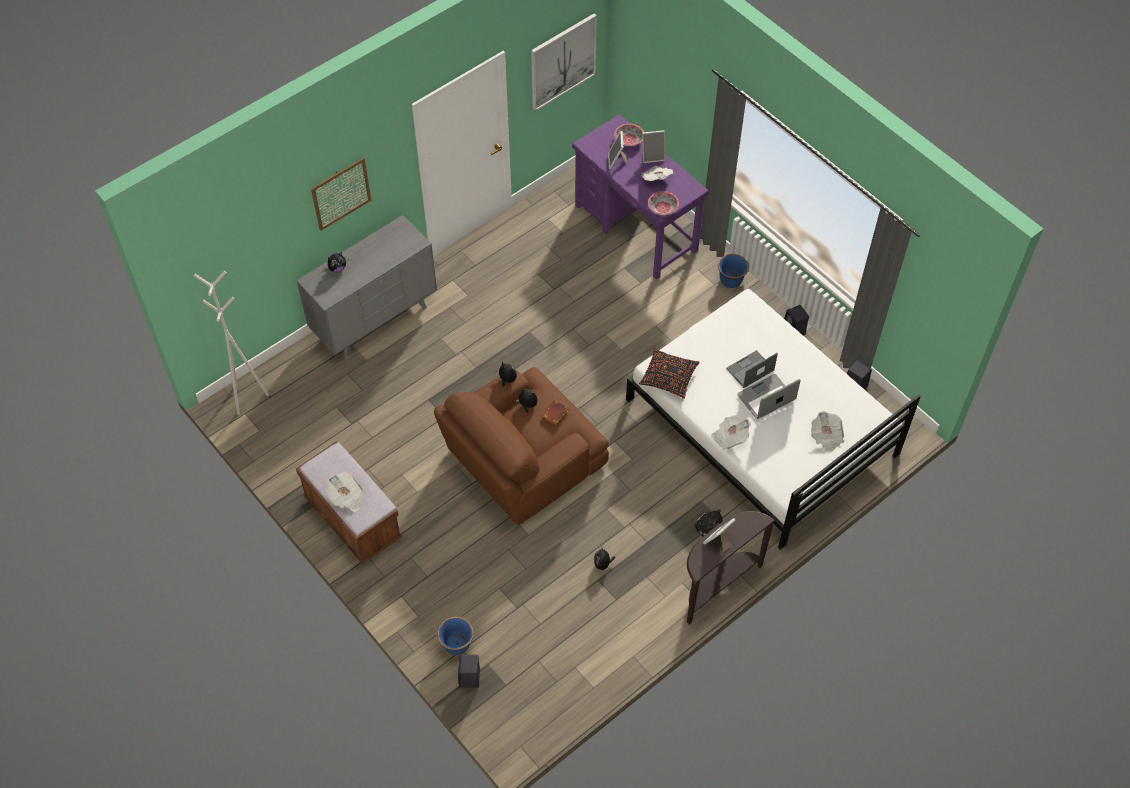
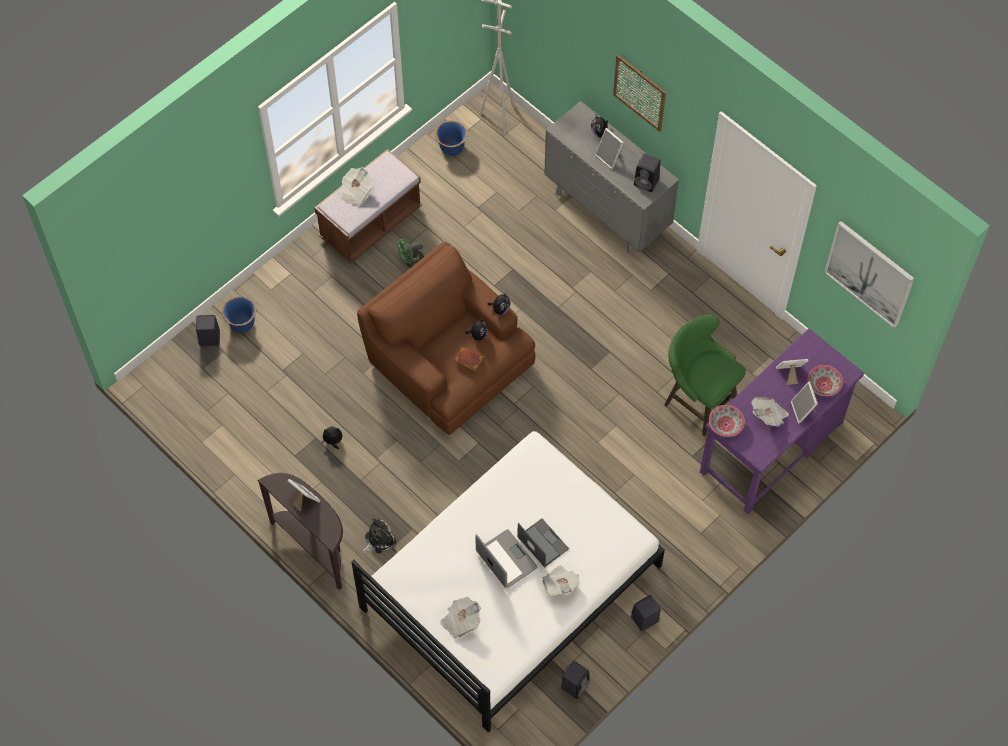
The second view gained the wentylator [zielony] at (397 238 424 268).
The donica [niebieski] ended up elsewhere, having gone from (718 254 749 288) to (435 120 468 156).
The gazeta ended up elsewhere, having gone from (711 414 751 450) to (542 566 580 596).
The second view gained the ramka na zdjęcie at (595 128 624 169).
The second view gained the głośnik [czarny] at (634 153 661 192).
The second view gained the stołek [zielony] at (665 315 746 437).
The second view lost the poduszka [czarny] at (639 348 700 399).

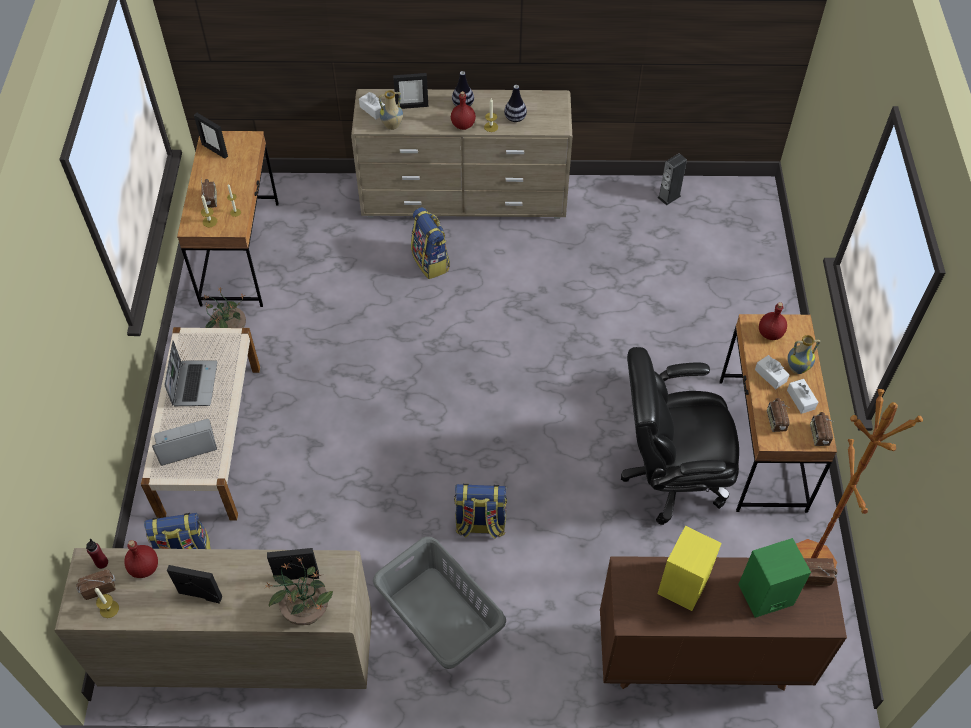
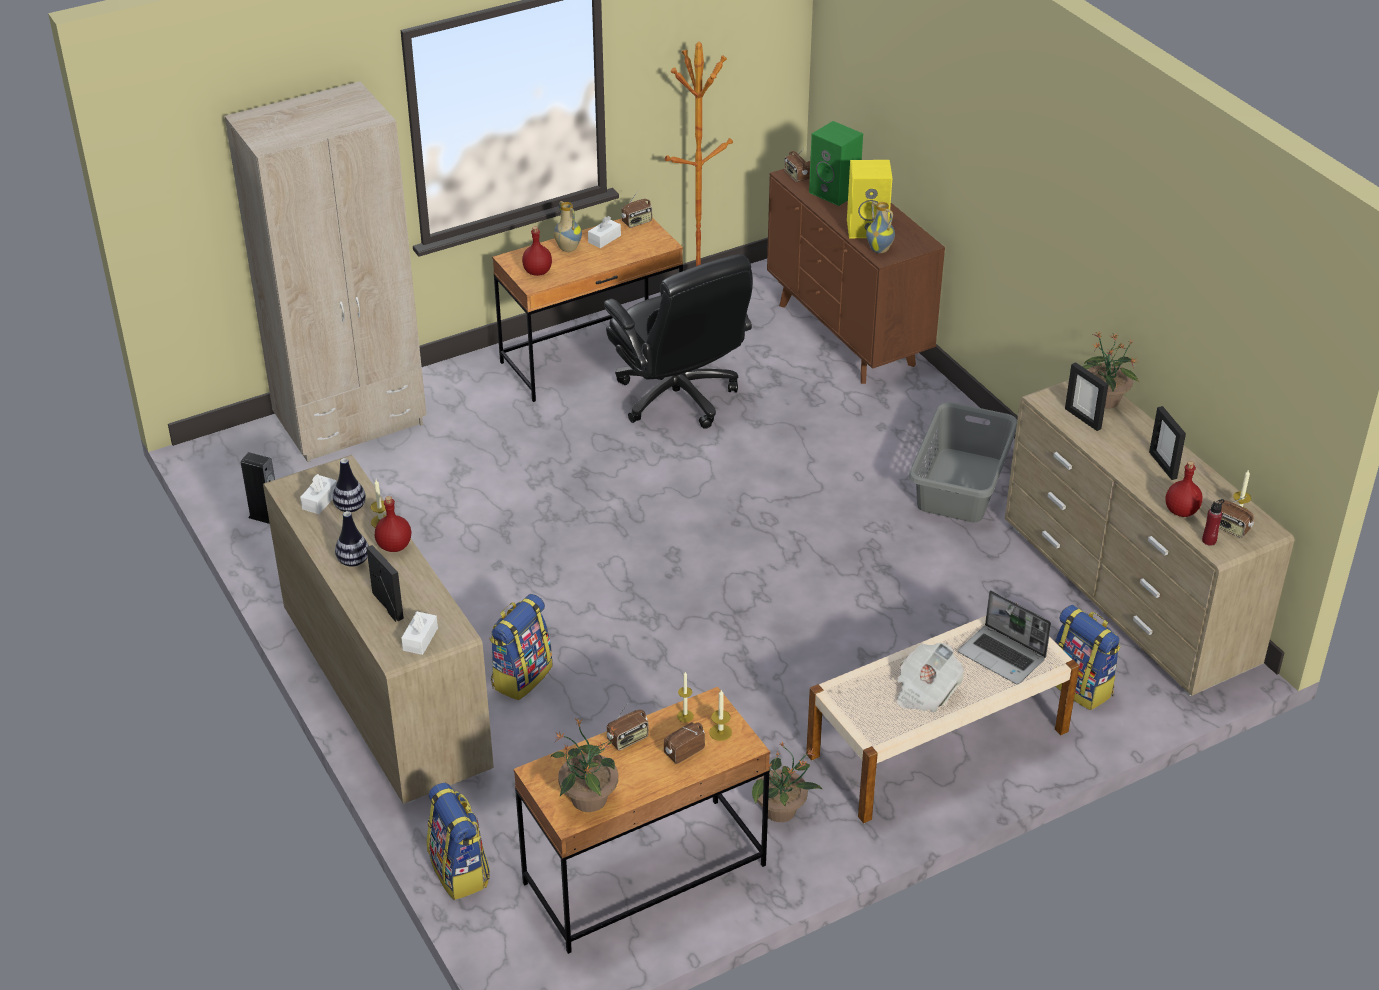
The second view gained the szafa [beżowy] at (225 81 427 462).
The pudełko chusteczek [biały] ended up elsewhere, having gone from (755 355 790 389) to (300 474 337 514).
The plecak ended up elsewhere, having gone from (454 484 507 539) to (427 783 490 900).
Where the ramka na zdjęcie stood at (194 113 228 159), the roślina doniczkowa came to stand at (551 718 618 812).
The radio ended up elsewhere, having gone from (767 398 790 432) to (607 701 649 751).
The wazon ended up elsewhere, having gone from (379 90 403 130) to (866 201 895 253).
Where the laptop stood at (164 341 217 406), the gazeta came to stand at (896 643 964 713).

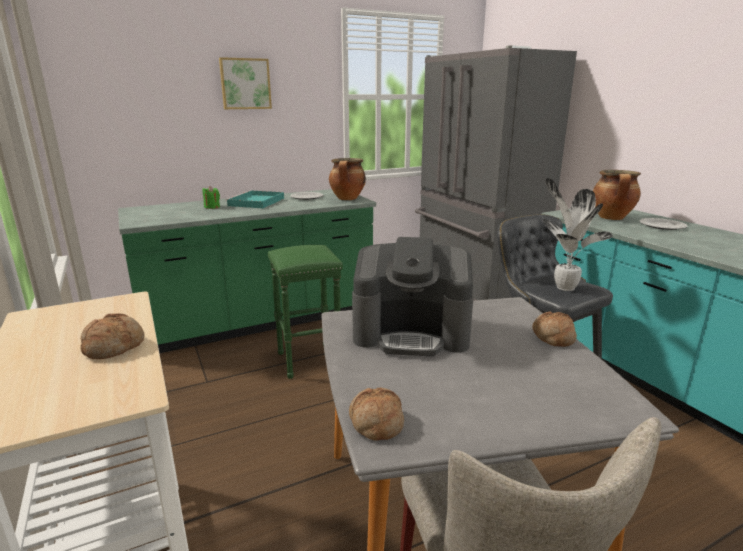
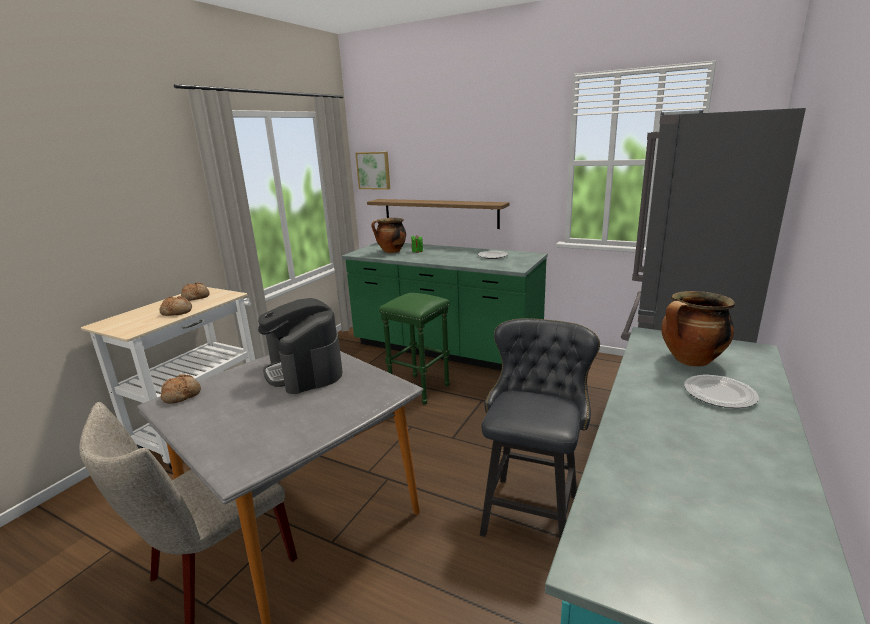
The chleb ended up elsewhere, having gone from (533 312 577 347) to (181 282 210 301).
The obraz ended up elsewhere, having gone from (219 57 272 109) to (355 152 390 190).
The second view gained the półka at (367 199 509 229).
The garnek ended up elsewhere, having gone from (329 158 366 200) to (371 218 406 253).
The second view lost the taca [turkusowy] at (225 190 284 208).
The second view lost the roślina doniczkowa at (543 178 613 291).

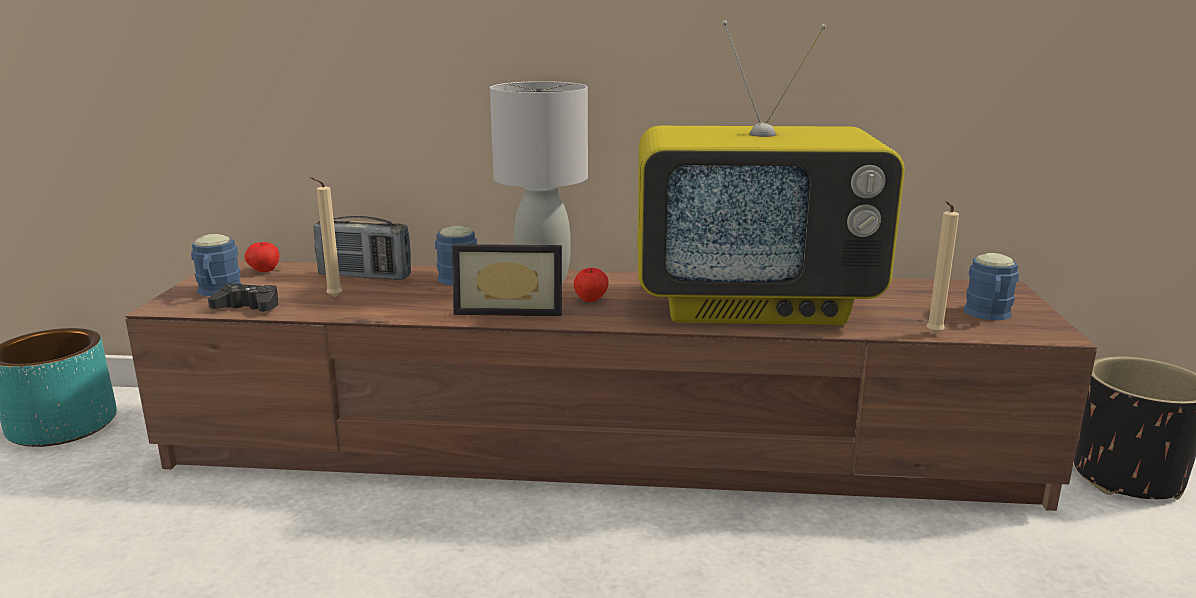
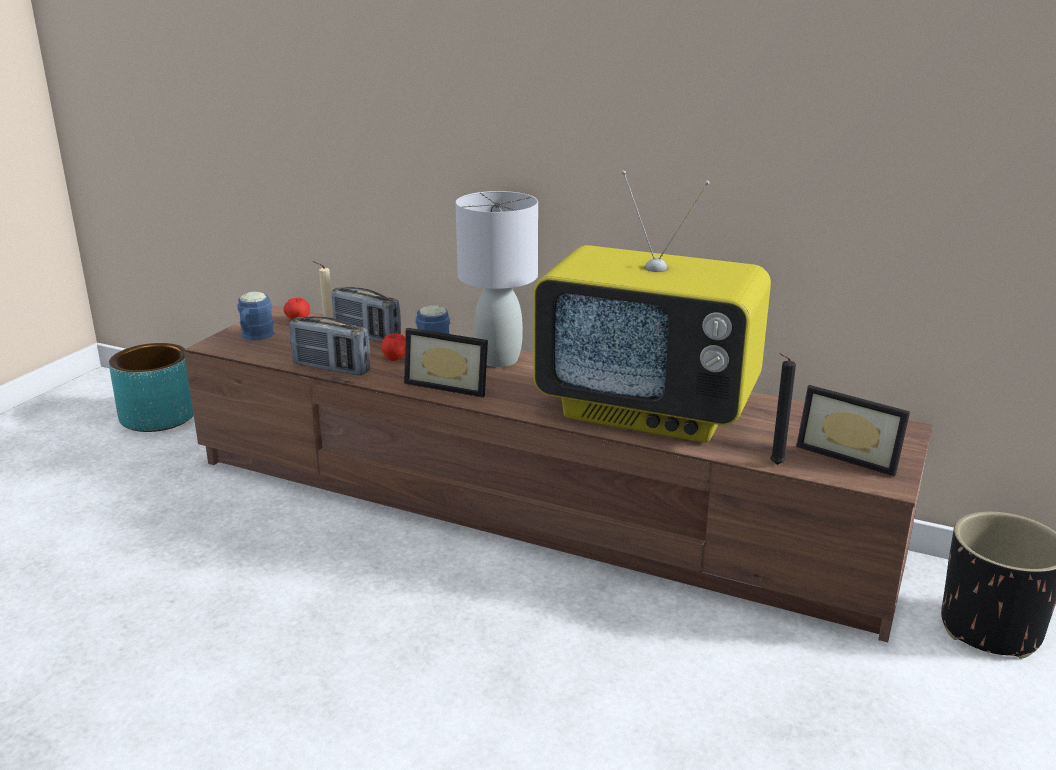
The second view gained the radio at (289 316 370 376).
The jabłko ended up elsewhere, having gone from (574 268 609 302) to (381 334 405 361).
What was the świeca [beżowy] at (926 201 959 334) turned into the świeca [czarny] at (770 353 796 465).
Where the kubek [niebieski] stood at (964 253 1019 320), the ramka na zdjęcie came to stand at (796 385 910 476).
The second view lost the pad do gier [czarny] at (208 283 278 312).

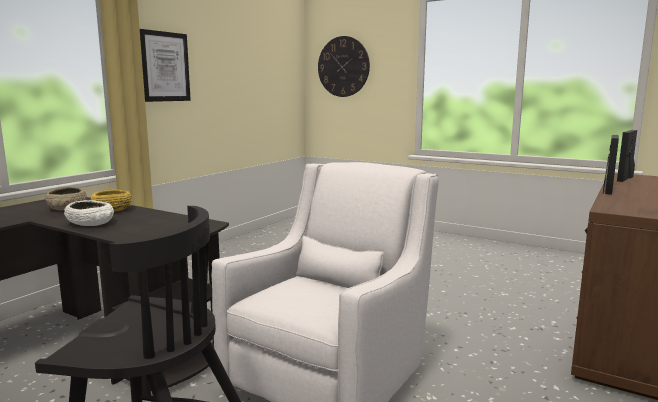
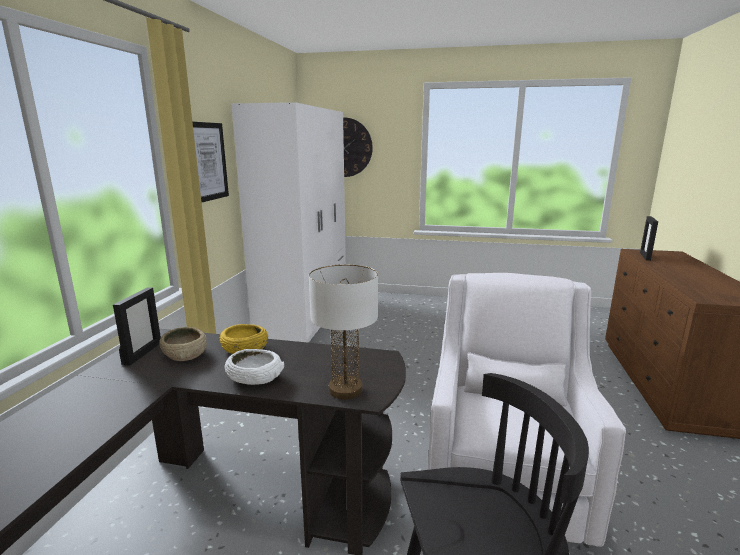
The ramka na zdjęcie ended up elsewhere, having gone from (603 135 619 195) to (113 287 161 366).
The second view gained the szafa [biały] at (231 102 346 343).
The second view gained the lampa stołowa at (309 264 378 399).

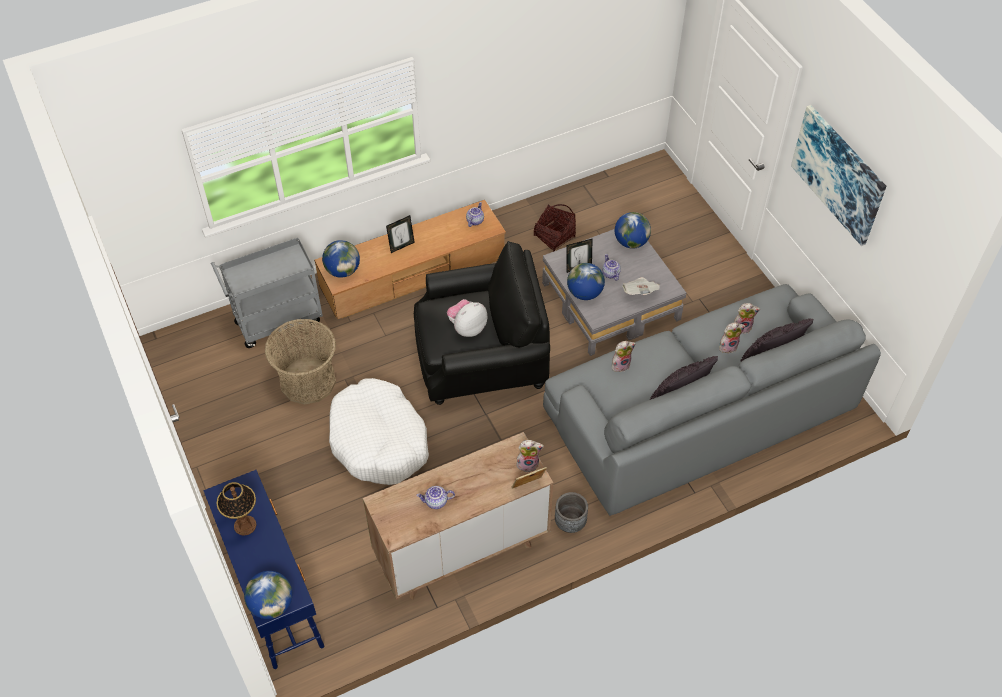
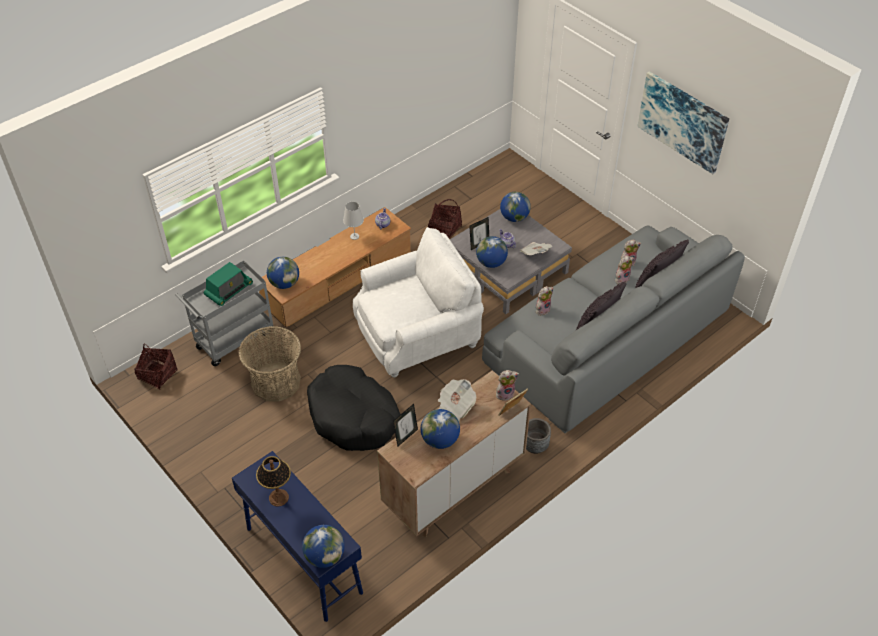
The second view gained the koszyk at (134 343 177 390).
The second view gained the radio at (204 262 253 306).
What was the legowisko [biały] at (329 378 429 485) turned into the legowisko [czarny] at (307 365 401 451).
The second view gained the lampa stołowa [biały] at (343 202 364 240).
What was the fotel [czarny] at (414 241 550 405) turned into the fotel [biały] at (353 227 484 378).
The ramka na zdjęcie ended up elsewhere, having gone from (386 215 415 253) to (393 404 418 446).
Where the imbryk stood at (416 486 455 509), the globus came to stand at (421 409 460 449).
The second view gained the gazeta at (438 379 476 422).
The second view lost the pluszak at (447 299 487 337).

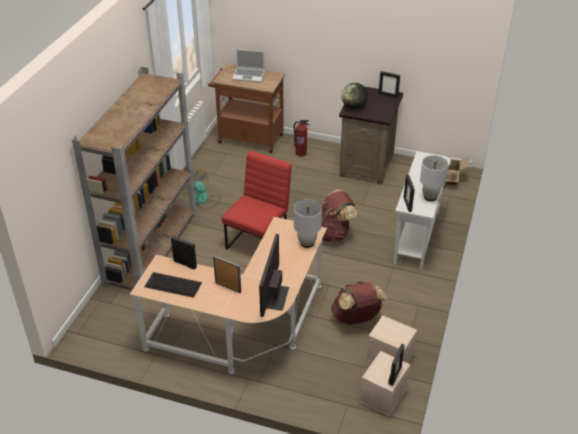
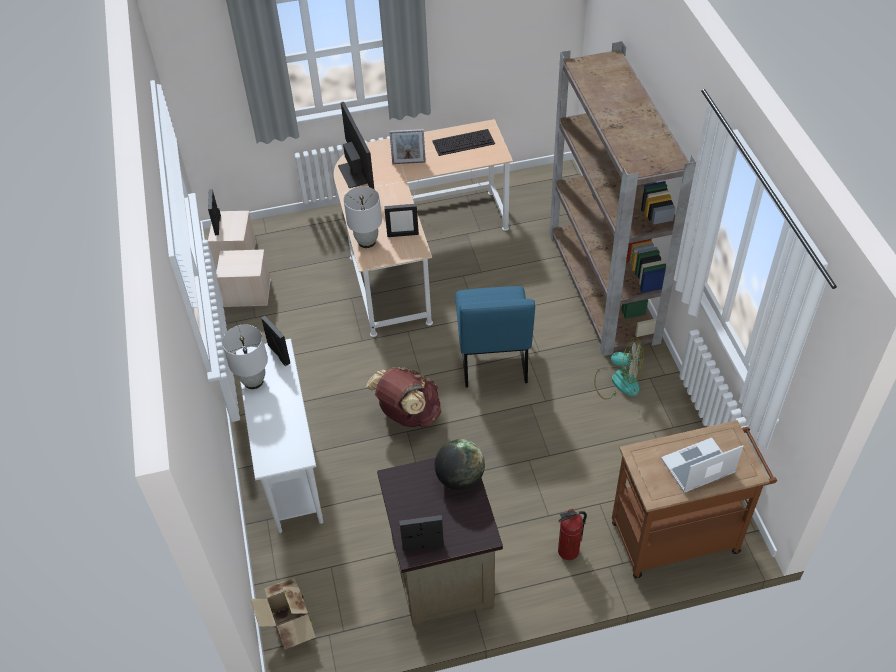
The ramka na zdjęcie ended up elsewhere, having gone from (171 236 197 270) to (384 204 419 237).
What was the krzesło [czerwony] at (222 151 292 250) turned into the krzesło [niebieski] at (455 286 535 387).
The second view lost the plecak [brązowy] at (331 281 387 325).

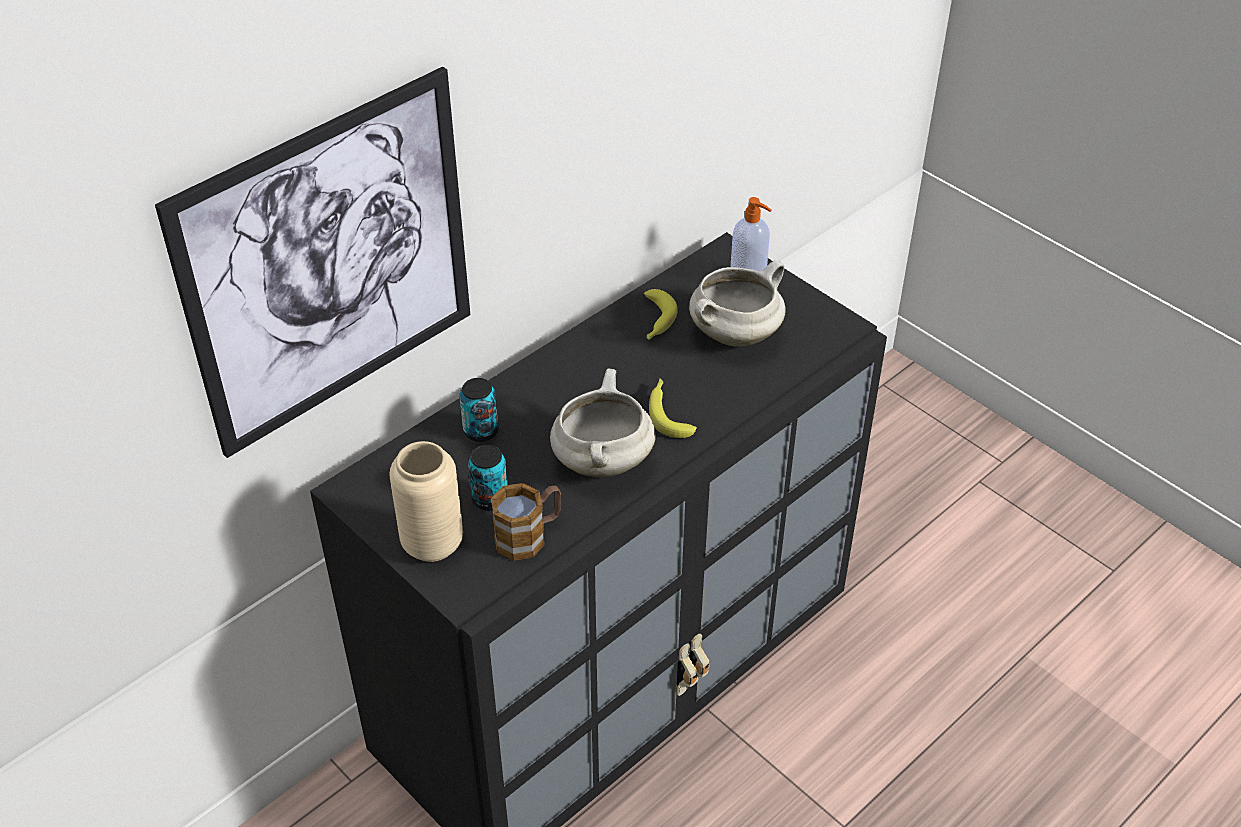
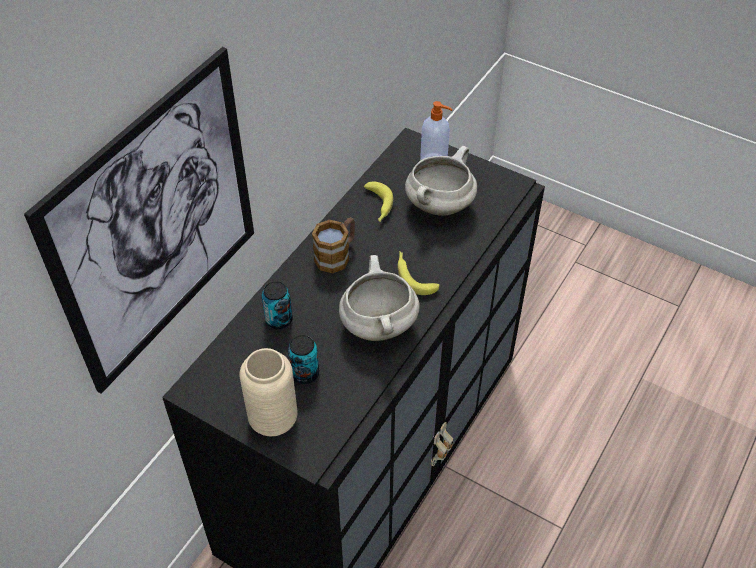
The kubek ended up elsewhere, having gone from (491 483 561 561) to (312 217 355 274).

